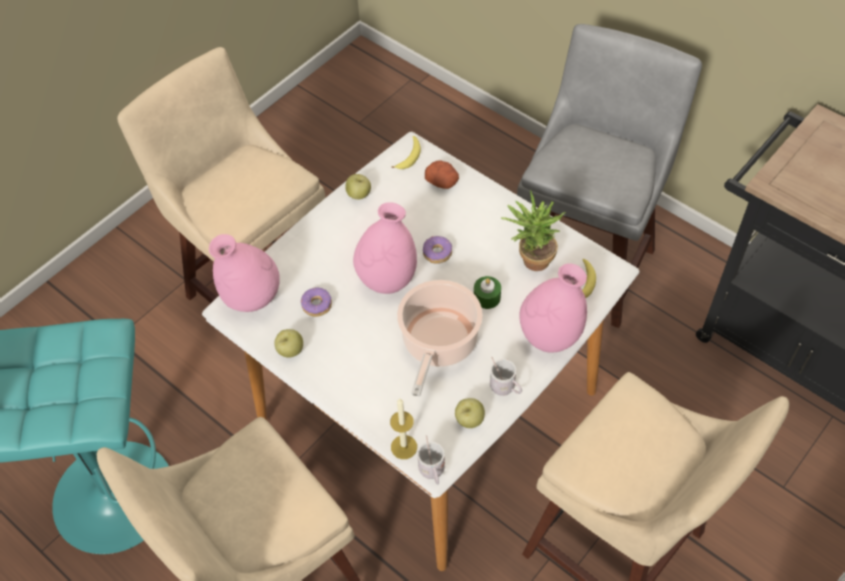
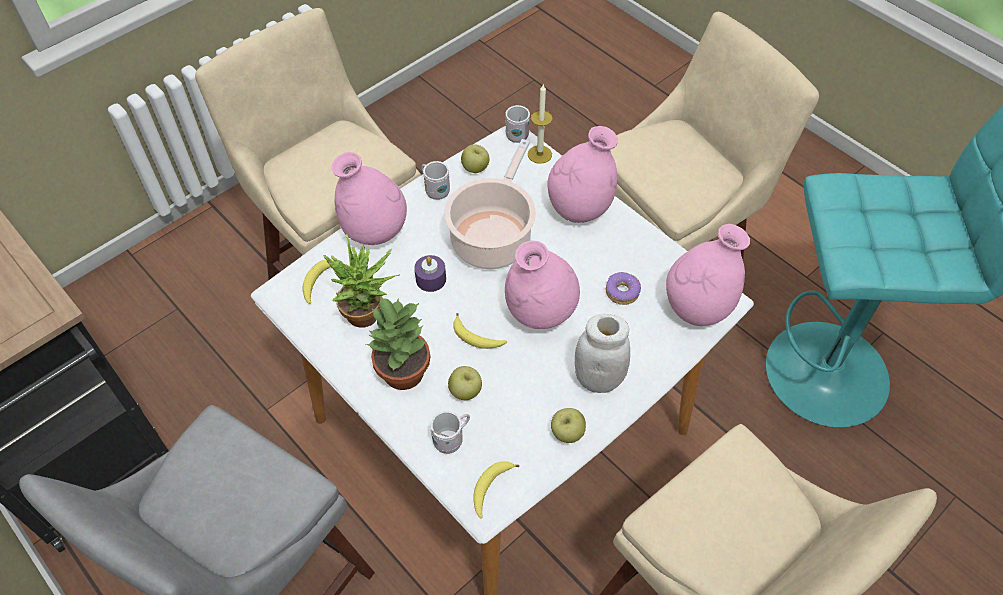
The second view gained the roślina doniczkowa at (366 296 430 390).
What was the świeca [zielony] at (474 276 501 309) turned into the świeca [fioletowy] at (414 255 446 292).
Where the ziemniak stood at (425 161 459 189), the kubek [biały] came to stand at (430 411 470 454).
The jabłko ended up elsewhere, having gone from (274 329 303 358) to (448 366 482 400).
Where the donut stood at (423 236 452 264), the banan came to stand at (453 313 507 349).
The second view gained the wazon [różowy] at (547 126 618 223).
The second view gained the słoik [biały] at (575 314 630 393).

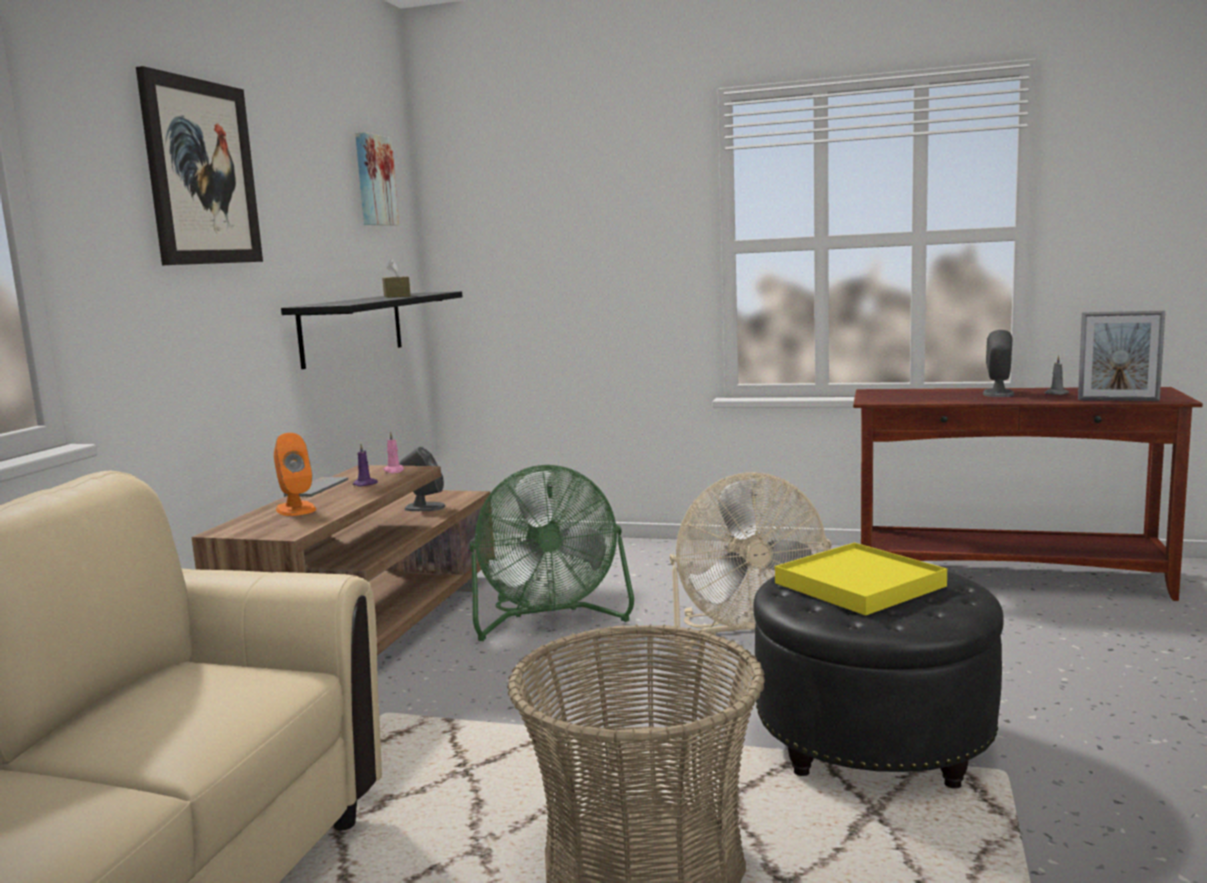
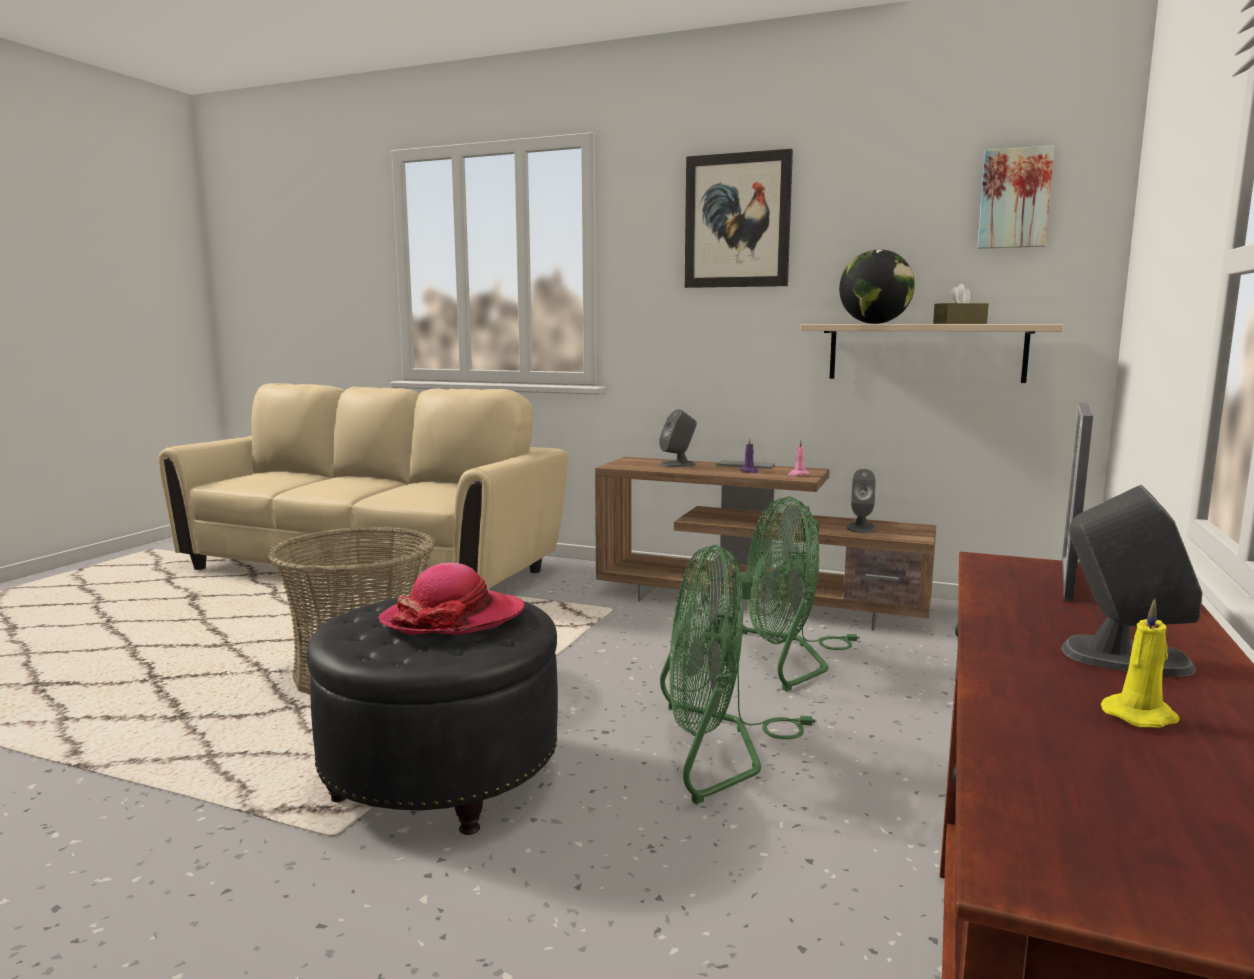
Where the taca [żółty] stood at (775 543 947 616), the kapelusz came to stand at (378 563 525 635).
What was the głośnik [pomarańczowy] at (274 433 316 516) turned into the głośnik [szary] at (659 409 697 467).
What was the wentylator [beżowy] at (670 472 832 660) turned into the wentylator [zielony] at (660 544 815 804).
What was the półka [czarny] at (281 291 462 369) turned into the półka [beżowy] at (800 324 1063 383).
The second view gained the globus at (839 249 915 324).
The ramka na zdjęcie ended up elsewhere, having gone from (1078 311 1165 401) to (1062 403 1093 601).
What was the świeca [szary] at (1045 355 1069 395) turned into the świeca [żółty] at (1101 599 1180 728).

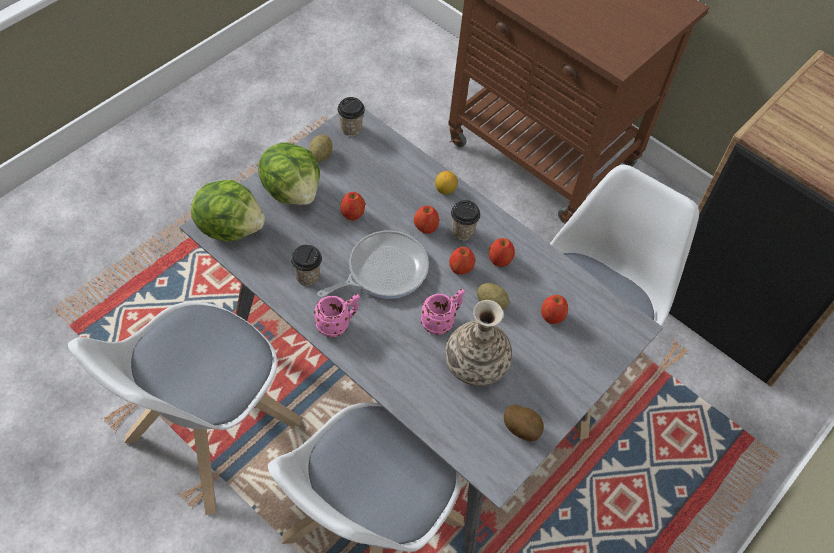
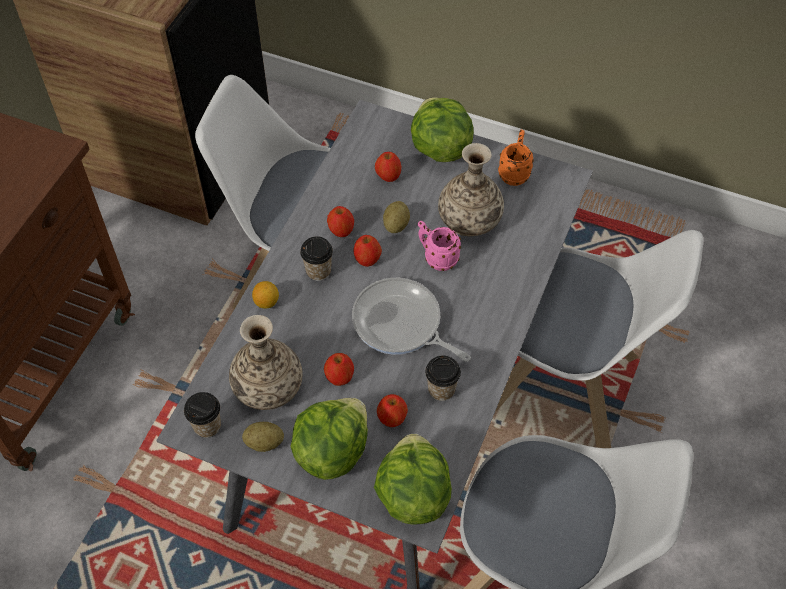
The second view gained the wazon at (229 315 303 410).
The jabłko ended up elsewhere, having gone from (414 206 439 234) to (377 394 408 427).
The second view gained the sałata at (411 97 474 162).
Where the ziemniak stood at (504 404 544 442), the kubek [pomarańczowy] came to stand at (498 130 534 186).
The second view lost the kubek [różowy] at (314 294 360 337).

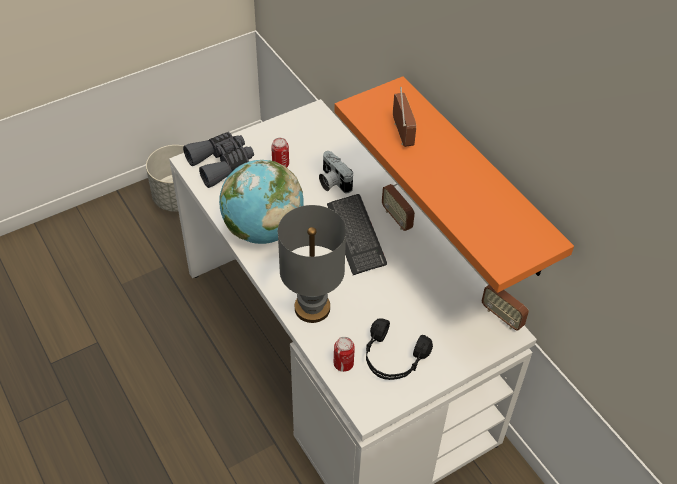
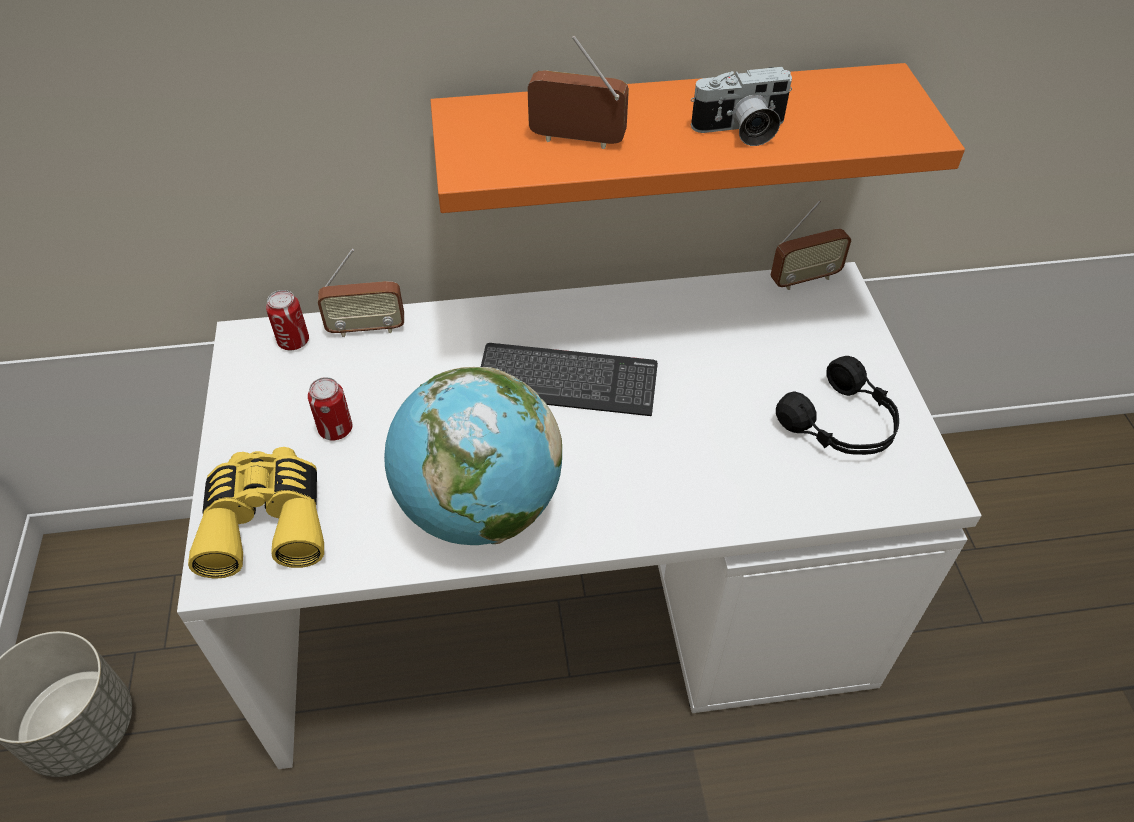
What was the lornetka [szary] at (183 132 254 188) turned into the lornetka [żółty] at (188 447 324 579).
The puszka ended up elsewhere, having gone from (334 337 355 372) to (266 290 309 350).
The radio ended up elsewhere, having gone from (382 183 415 231) to (318 249 404 337).
The aparat fotograficzny ended up elsewhere, having gone from (319 151 353 193) to (691 67 792 146).
The second view lost the lampa stołowa [szary] at (278 205 346 323).

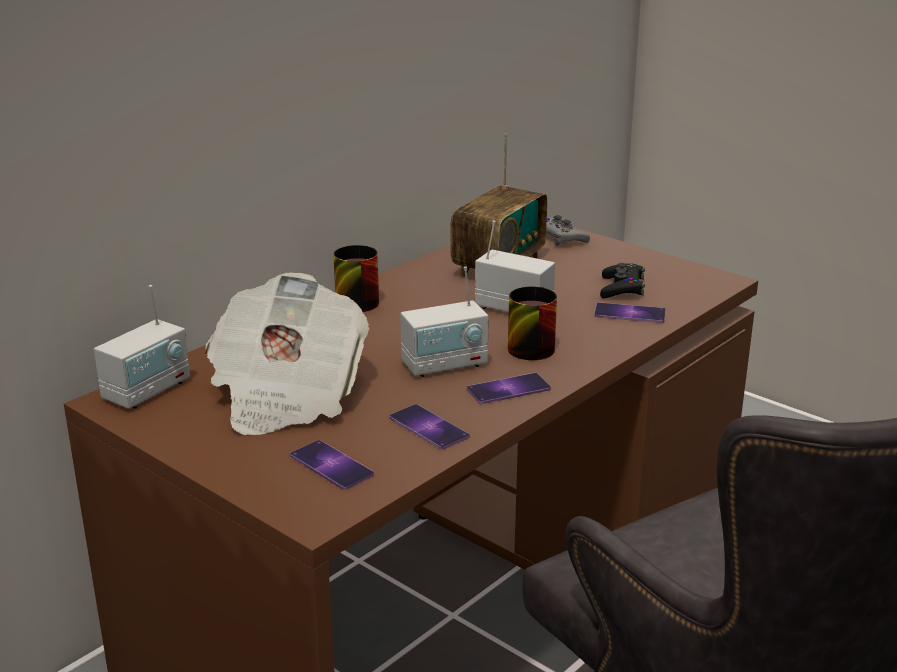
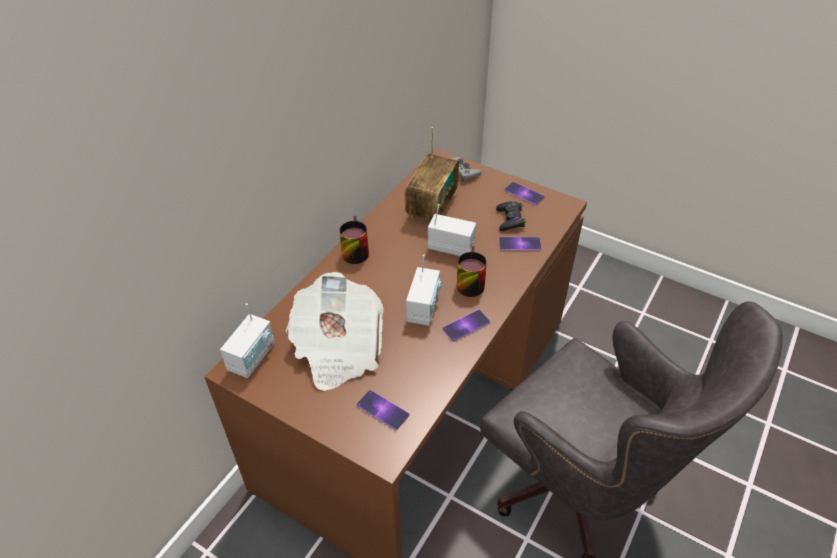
The radio at (400 266 489 377) ended up facing another way, 45 degrees counterclockwise from before.
The telefon ended up elsewhere, having gone from (389 404 470 450) to (504 182 545 205).

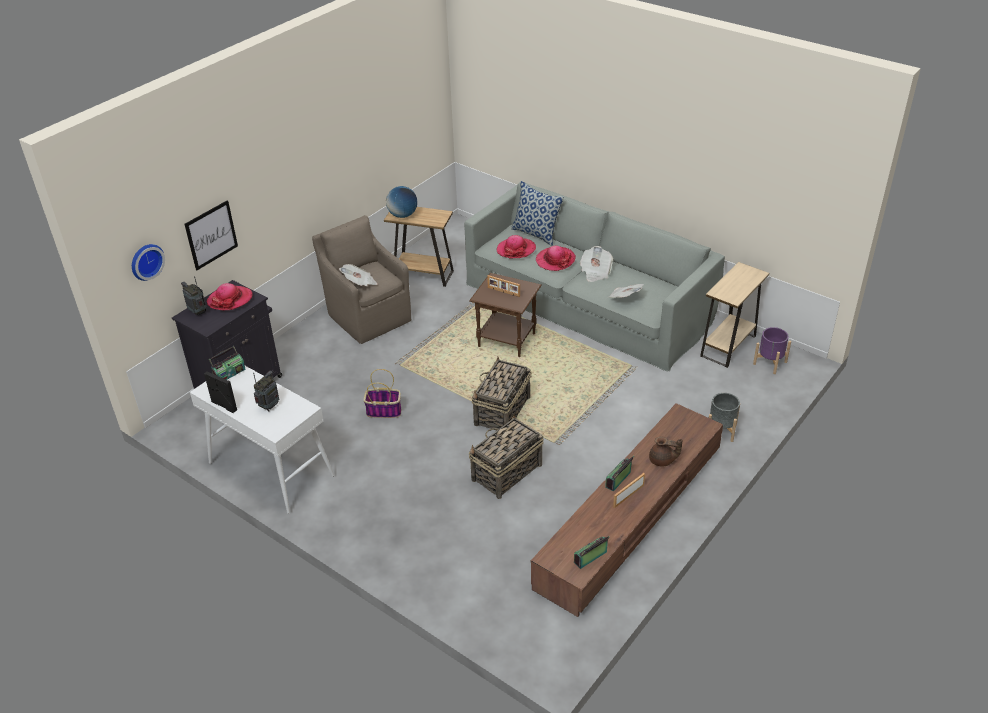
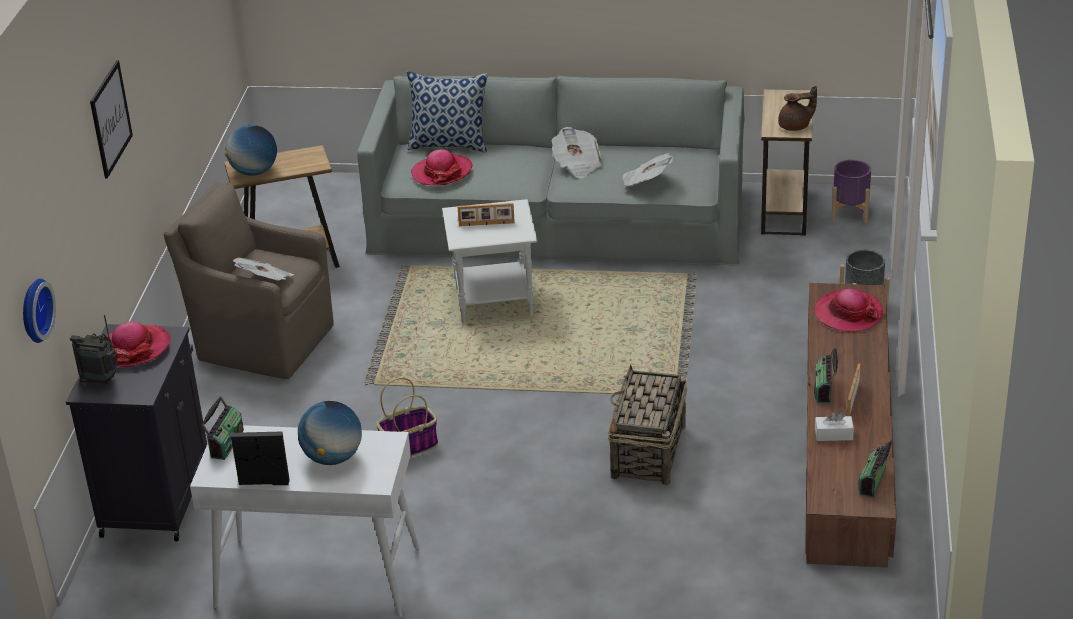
The obraz ended up elsewhere, having gone from (185 200 238 270) to (90 60 133 178).
Where the radio stood at (253 371 279 412), the globus came to stand at (298 401 362 465).
What was the stolik [brązowy] at (469 273 542 357) turned into the stolik [biały] at (442 199 538 323).
The imbryk [brązowy] ended up elsewhere, having gone from (649 436 682 467) to (778 86 817 131).
The kapelusz ended up elsewhere, having gone from (536 246 576 271) to (814 289 883 332).
The second view gained the pudełko chusteczek [biały] at (815 411 854 441).
The second view lost the koszyk at (472 357 531 431).

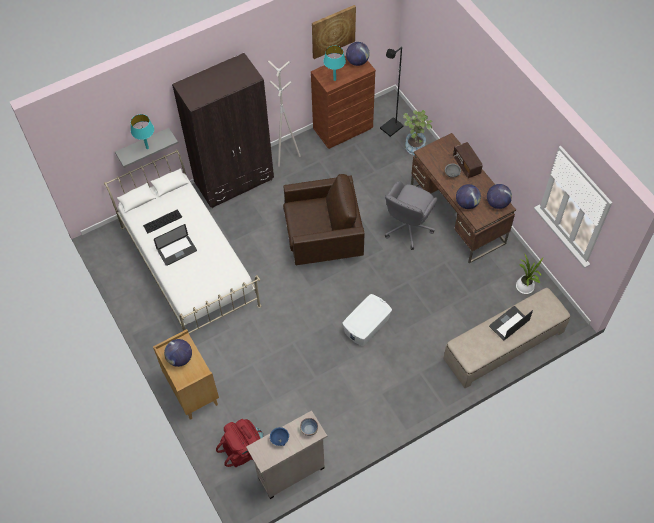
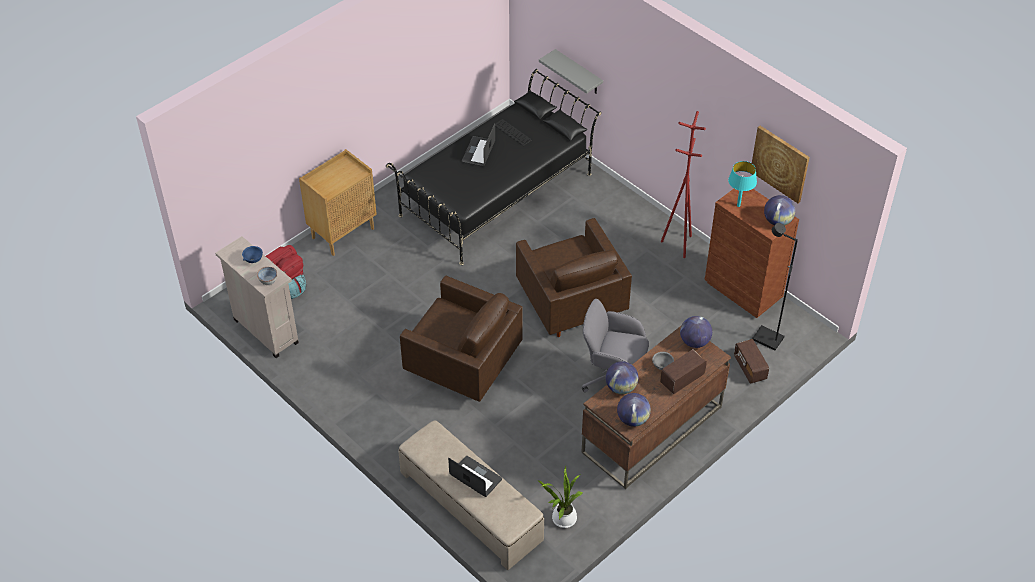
What was the łóżko [biały] at (104 149 261 334) turned into the łóżko [czarny] at (386 69 602 265).
Where the pojemnik do przechowywania [biały] stood at (342 294 392 346), the fotel [brązowy] came to stand at (400 276 523 402).
The laptop at (154 224 197 266) ended up facing another way, 60 degrees clockwise from before.
What was the wieszak [szary] at (268 61 301 167) turned into the wieszak [czerwony] at (661 111 706 258).
The globus ended up elsewhere, having gone from (164 339 192 367) to (680 316 712 348).
Where the roślina doniczkowa stood at (403 110 433 155), the radio came to stand at (734 339 769 384).
The second view lost the lampa stołowa [turkusowy] at (131 114 154 149).
The second view lost the szafa [brązowy] at (172 53 274 209).

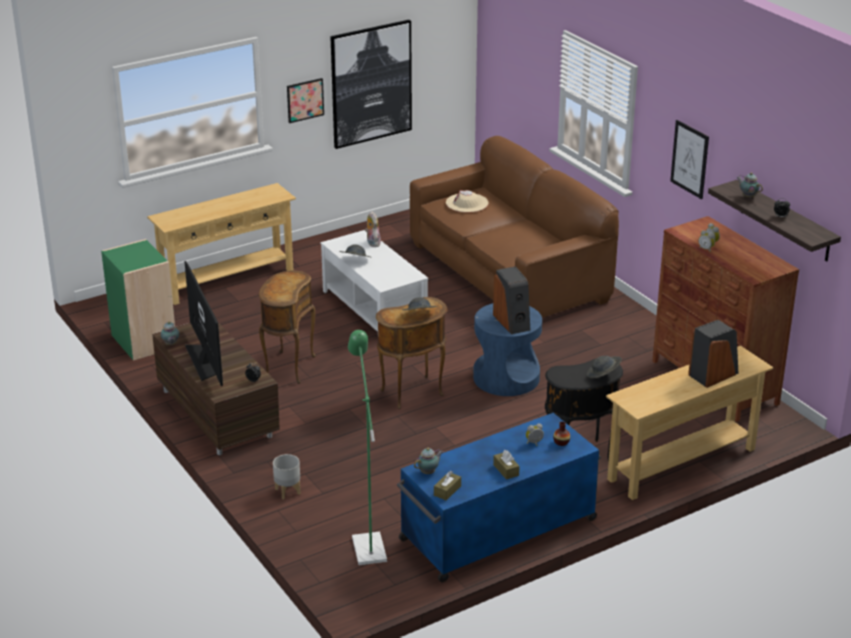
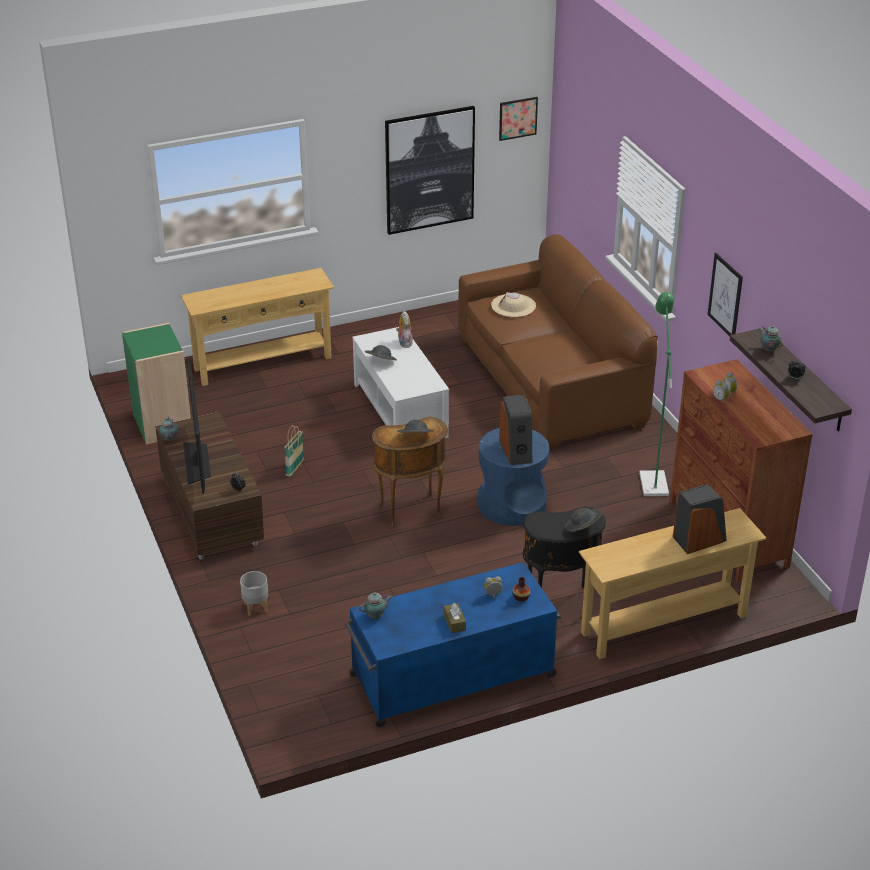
Where the stolik [brązowy] stood at (259 271 316 384), the koszyk came to stand at (284 425 304 477).
The obraz ended up elsewhere, having gone from (287 78 324 123) to (499 97 538 141).
The lampa stojąca [zielony] ended up elsewhere, having gone from (348 330 387 565) to (639 292 674 496).
The second view lost the pudełko chusteczek [brązowy] at (434 471 461 500).

